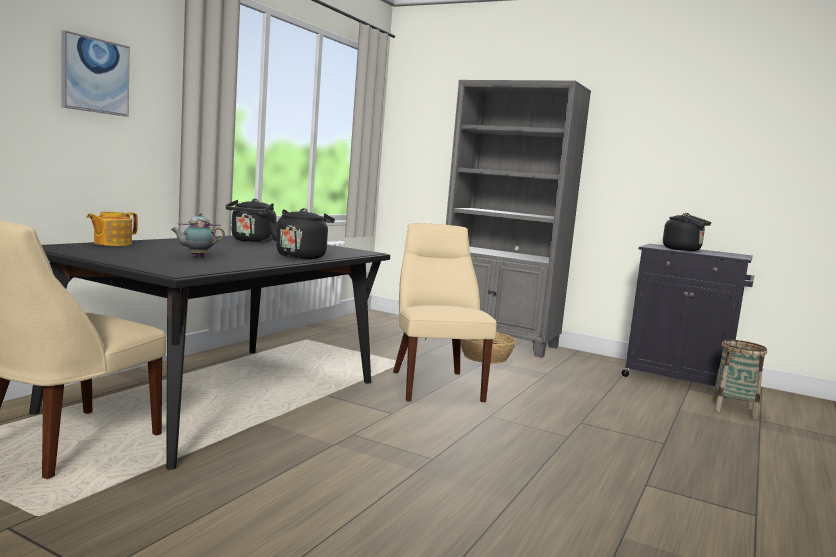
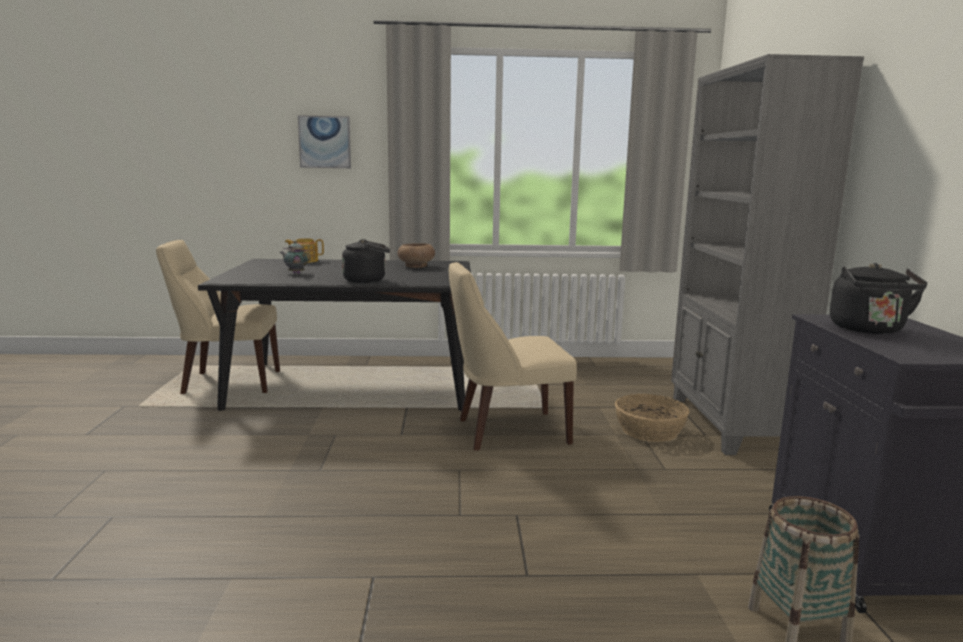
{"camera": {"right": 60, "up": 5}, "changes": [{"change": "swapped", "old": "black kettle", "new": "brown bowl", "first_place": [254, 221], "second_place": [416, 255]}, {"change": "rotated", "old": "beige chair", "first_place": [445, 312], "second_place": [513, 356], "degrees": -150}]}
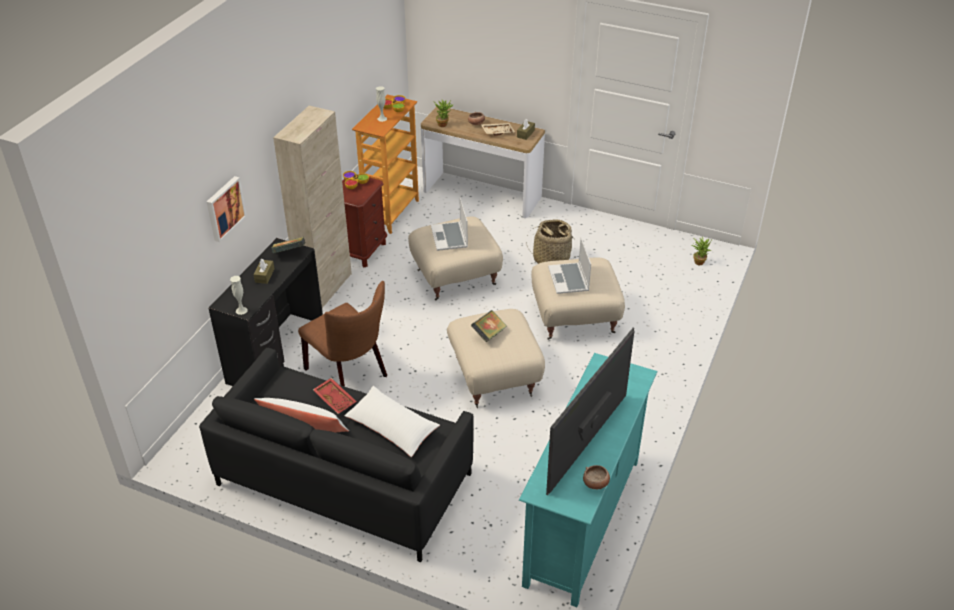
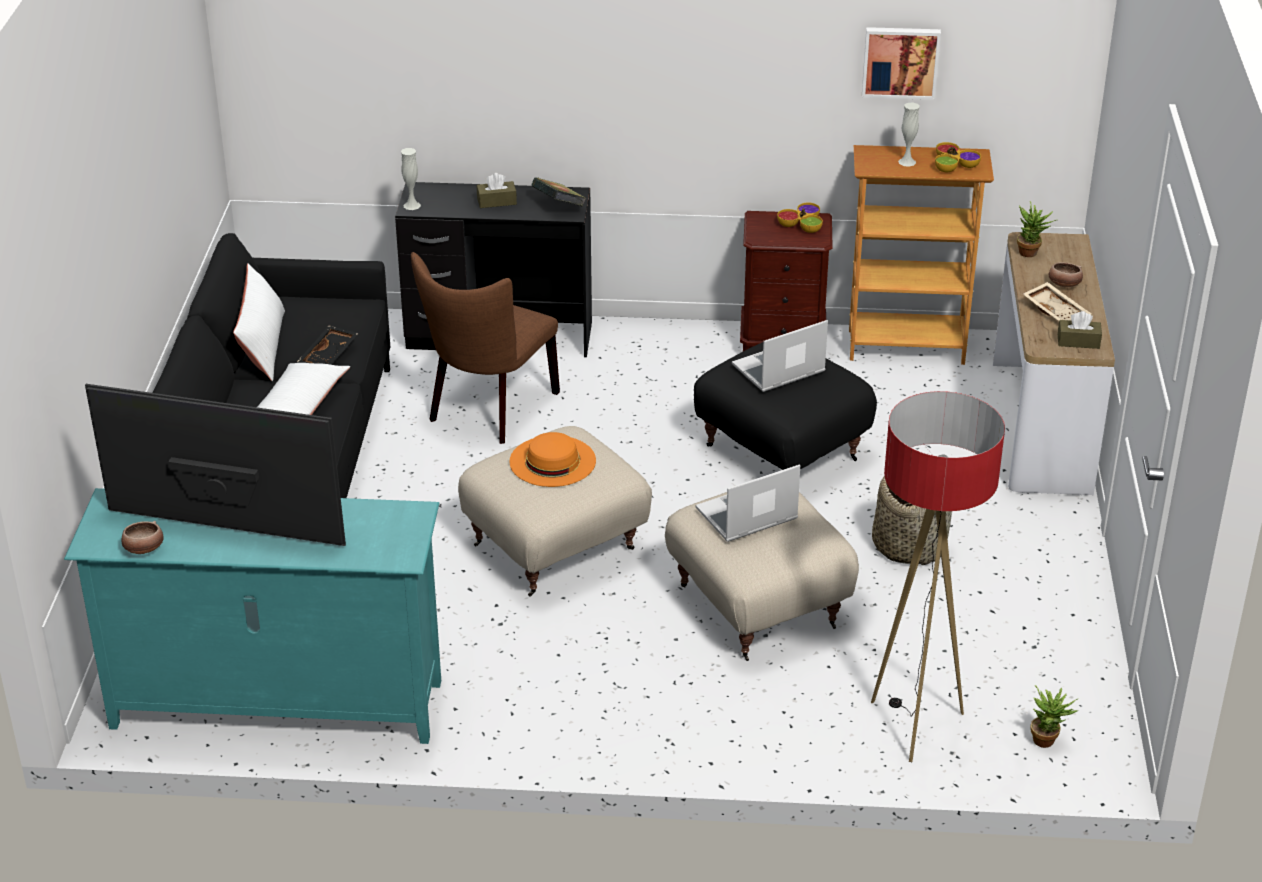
{"camera": {"right": 70, "up": -5}, "changes": [{"change": "shifted", "old": "picture", "first_place": [227, 209], "second_place": [901, 63]}, {"change": "gone", "old": "beige cabinet", "first_place": [312, 207]}, {"change": "repainted", "old": "red tray", "new": "black tray", "first_place": [335, 396], "second_place": [327, 345]}, {"change": "repainted", "old": "beige ottoman", "new": "black ottoman", "first_place": [455, 259], "second_place": [785, 406]}, {"change": "swapped", "old": "book", "new": "orange hat", "first_place": [489, 326], "second_place": [552, 459]}, {"change": "new", "new": "floor lamp", "second_place": [938, 576]}]}
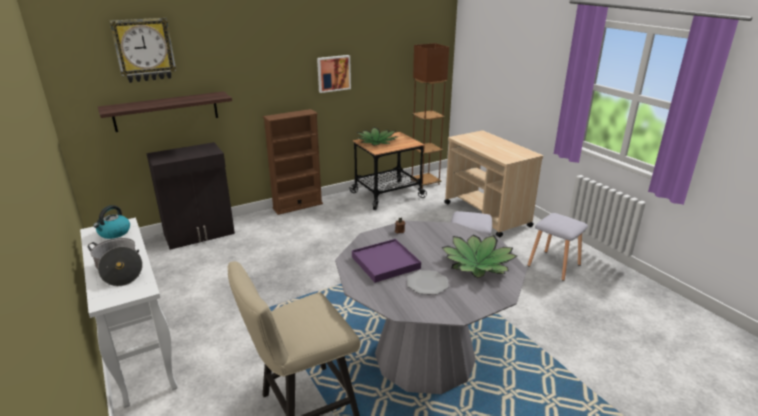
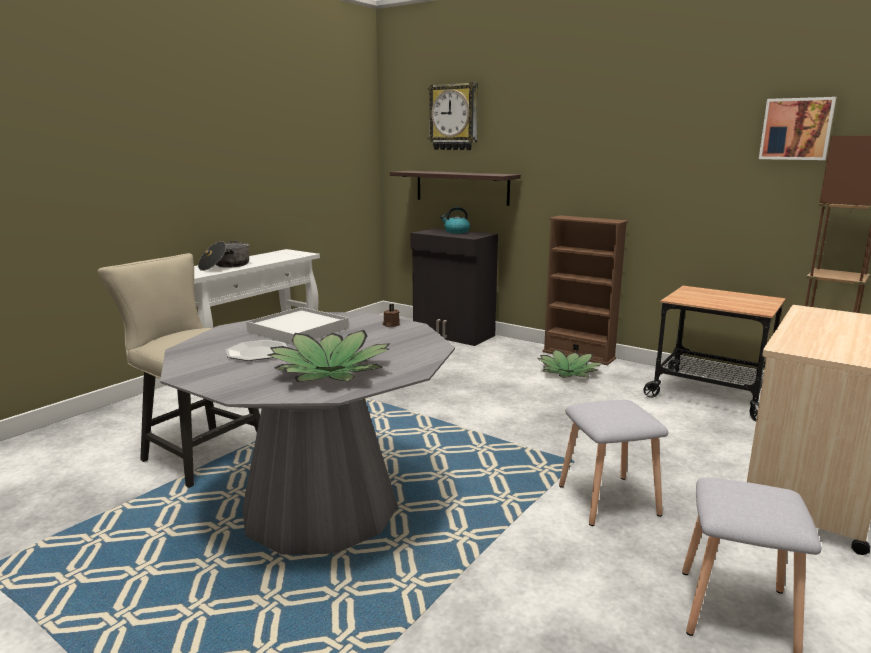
{"camera": {"right": 65, "up": -10}, "changes": [{"change": "shifted", "old": "kettle", "first_place": [111, 222], "second_place": [455, 220]}, {"change": "shifted", "old": "picture", "first_place": [334, 74], "second_place": [797, 128]}, {"change": "repainted", "old": "purple tray", "new": "white tray", "first_place": [386, 261], "second_place": [297, 326]}, {"change": "shifted", "old": "potted plant", "first_place": [377, 136], "second_place": [570, 363]}]}
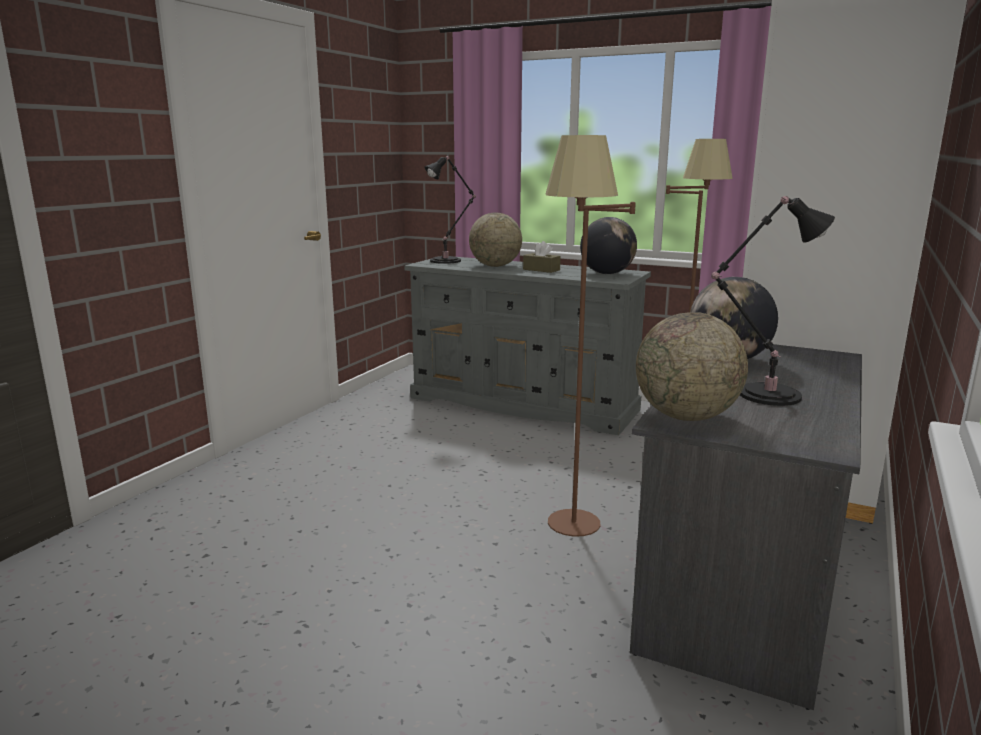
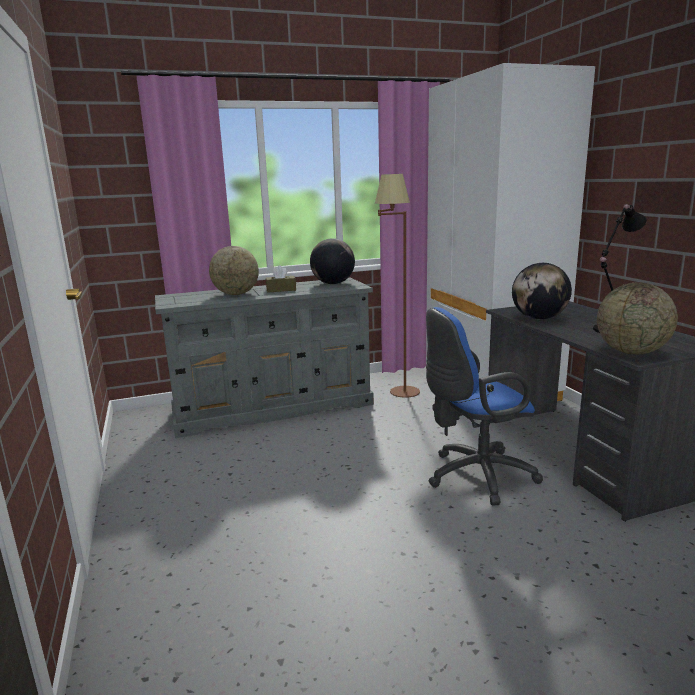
{"camera": {"right": -45, "up": 0}, "changes": [{"change": "gone", "old": "black table lamp", "first_place": [450, 210]}, {"change": "swapped", "old": "brown floor lamp", "new": "blue office chair", "first_place": [590, 336], "second_place": [484, 406]}]}
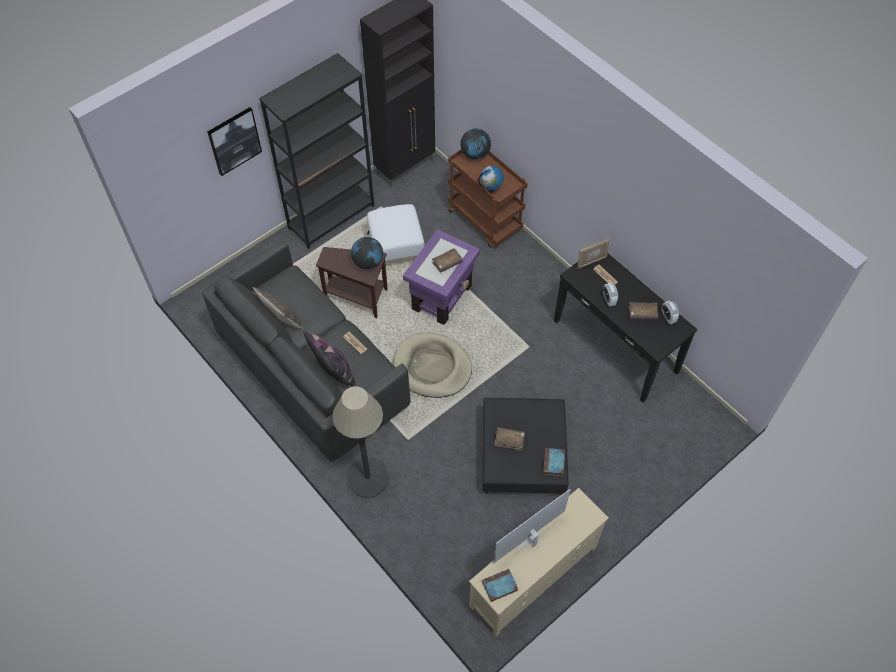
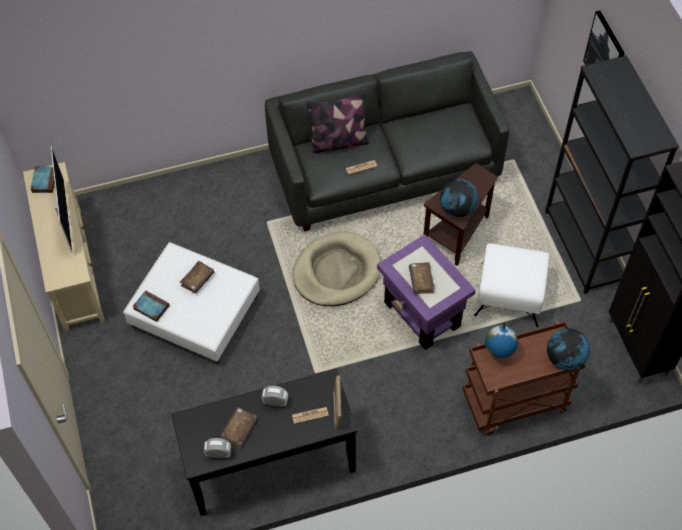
{"camera": {"right": 115, "up": 0}, "changes": [{"change": "gone", "old": "pillow", "first_place": [278, 308]}, {"change": "gone", "old": "floor lamp", "first_place": [361, 442]}, {"change": "repainted", "old": "black ottoman", "new": "white ottoman", "first_place": [526, 446], "second_place": [191, 303]}]}
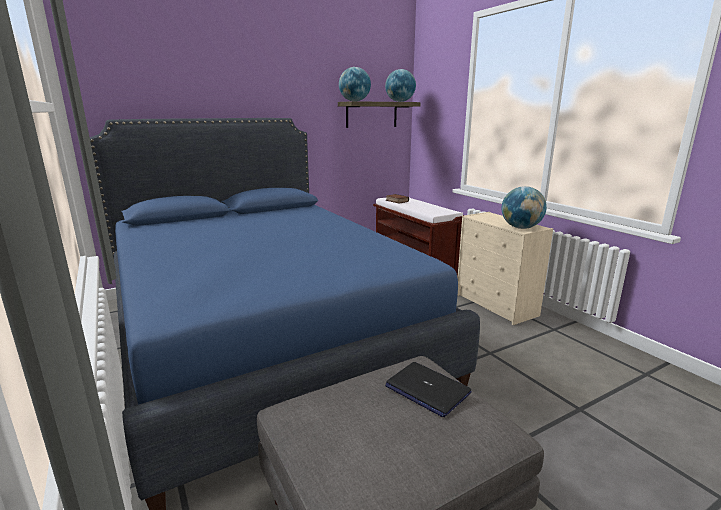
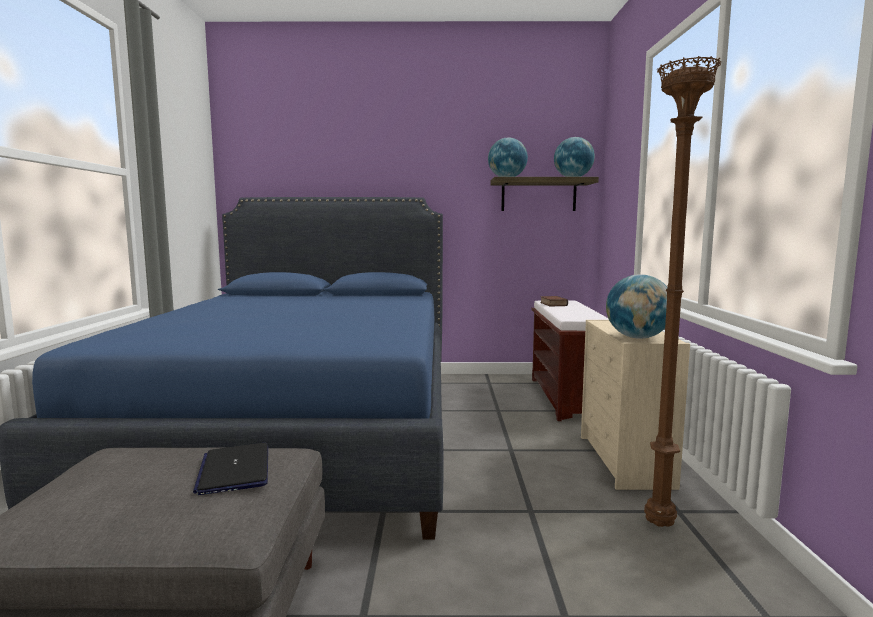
{"camera": {"right": 30, "up": -10}, "changes": [{"change": "new", "new": "brown floor lamp", "second_place": [682, 291]}]}
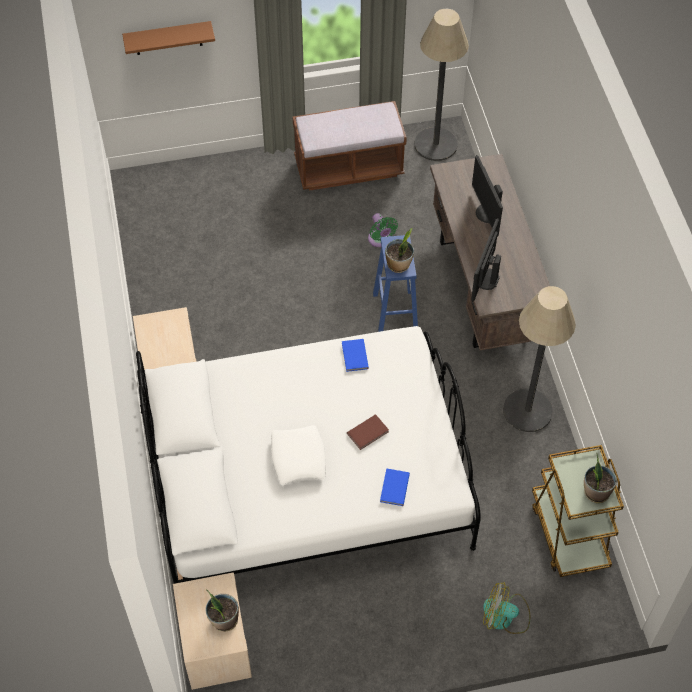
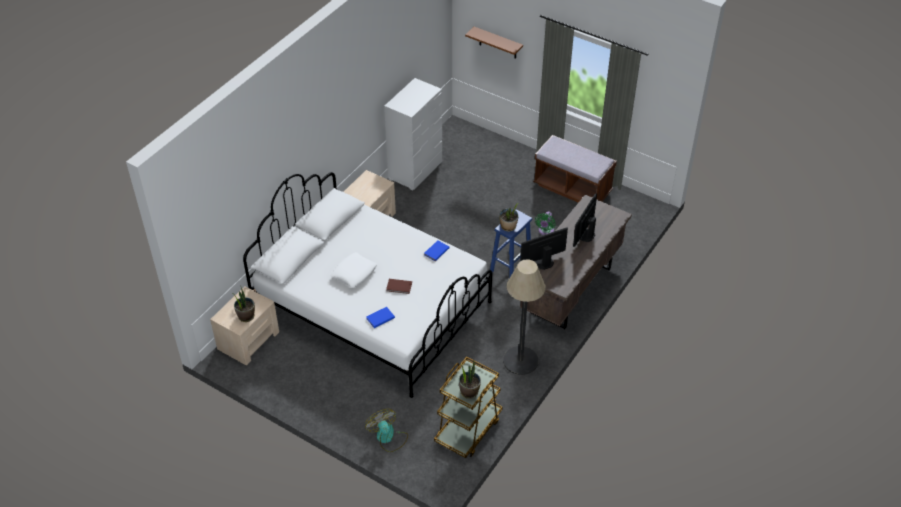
{"camera": {"right": 45, "up": -10}, "changes": [{"change": "gone", "old": "floor lamp", "first_place": [441, 85]}, {"change": "new", "new": "white dresser", "second_place": [413, 134]}]}
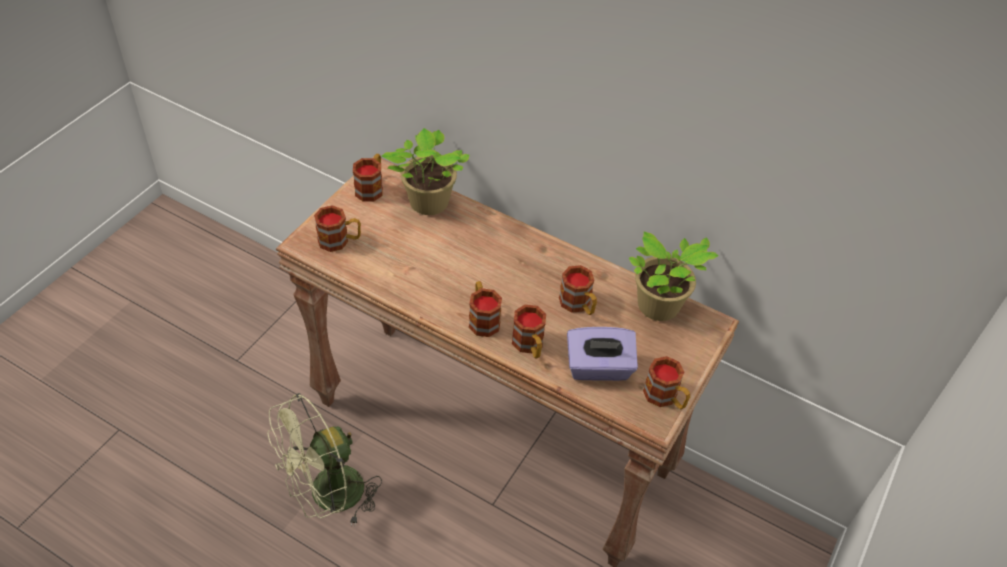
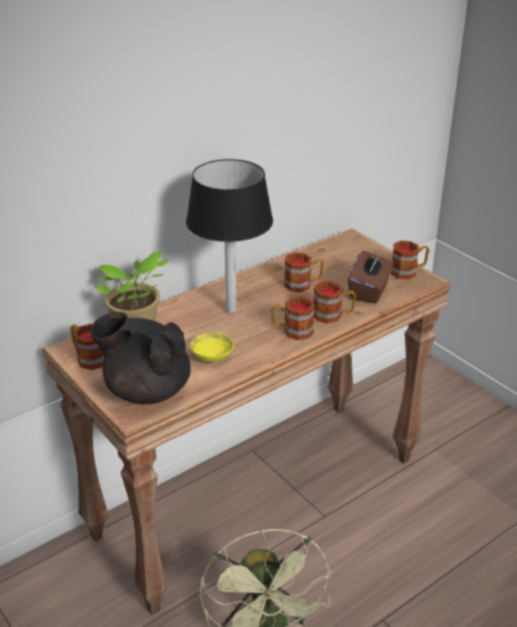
{"camera": {"right": -65, "up": -15}, "changes": [{"change": "swapped", "old": "mug", "new": "black teapot", "first_place": [337, 228], "second_place": [140, 358]}, {"change": "repainted", "old": "purple tissue box", "new": "brown tissue box", "first_place": [602, 354], "second_place": [371, 277]}, {"change": "gone", "old": "potted plant", "first_place": [673, 276]}, {"change": "new", "new": "black table lamp", "second_place": [229, 236]}, {"change": "new", "new": "yellow bowl", "second_place": [212, 347]}]}
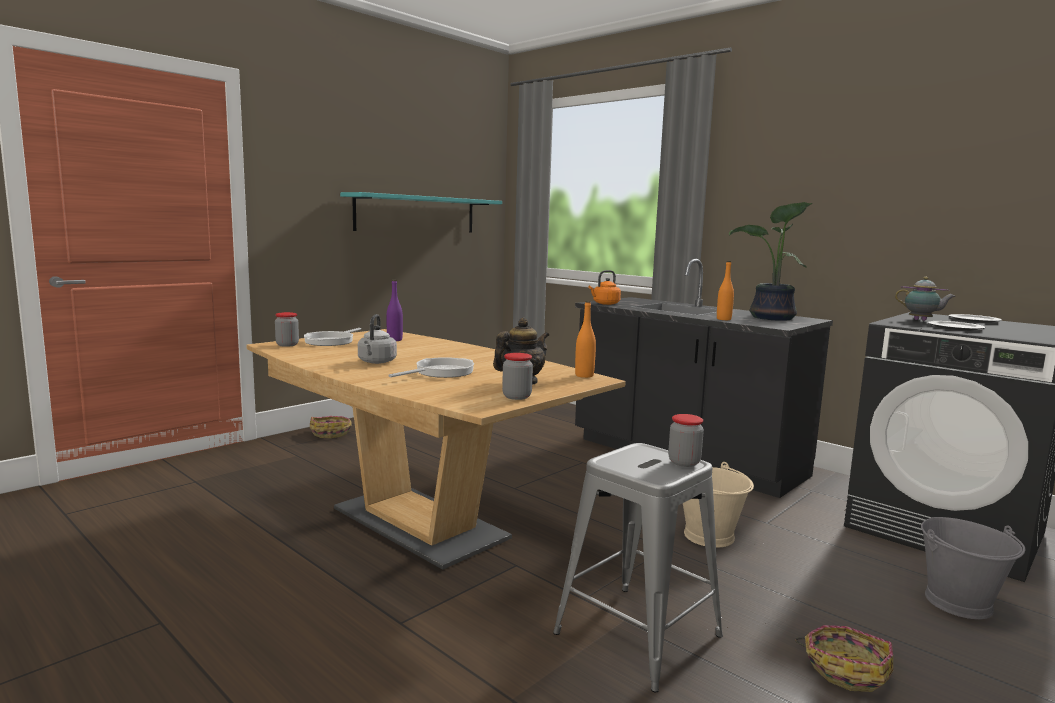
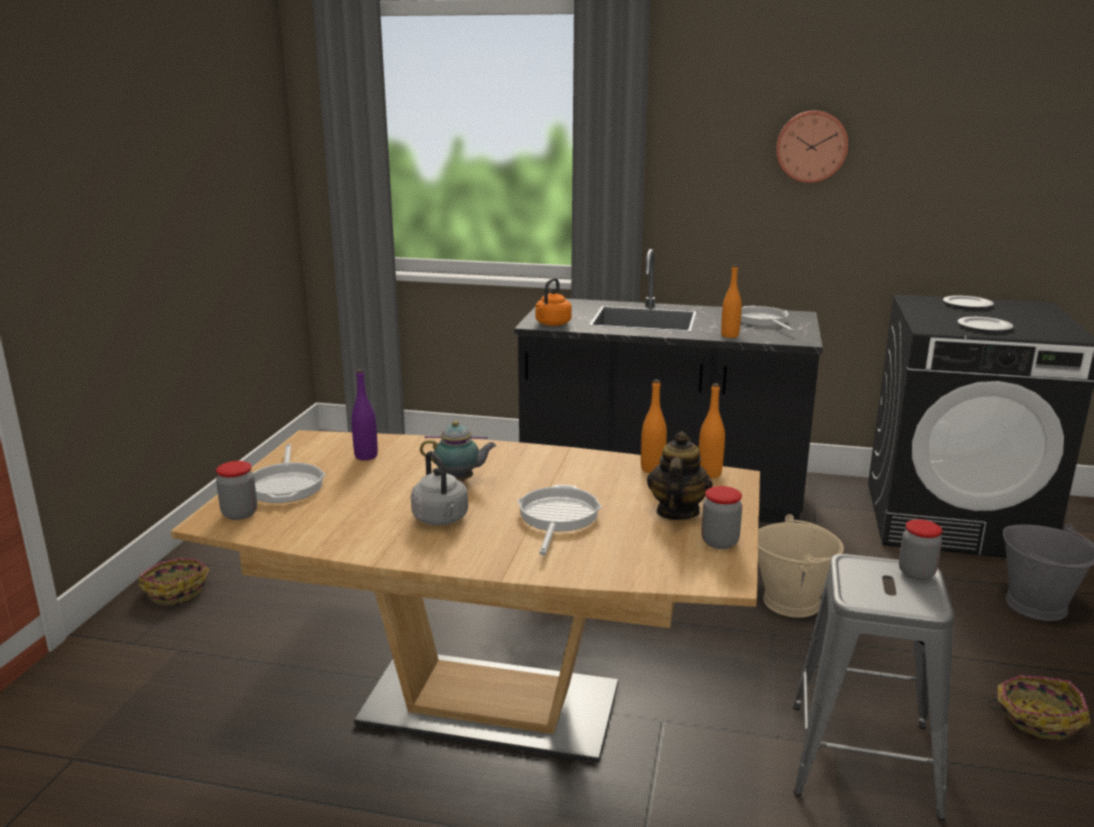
{"camera": {"right": -30, "up": 10}, "changes": [{"change": "gone", "old": "turquoise shelf", "first_place": [421, 212]}, {"change": "swapped", "old": "potted plant", "new": "frying pan", "first_place": [770, 261], "second_place": [768, 319]}, {"change": "shifted", "old": "teapot", "first_place": [925, 299], "second_place": [458, 451]}, {"change": "new", "new": "orange bottle", "second_place": [654, 426]}, {"change": "new", "new": "wall clock", "second_place": [812, 147]}]}
